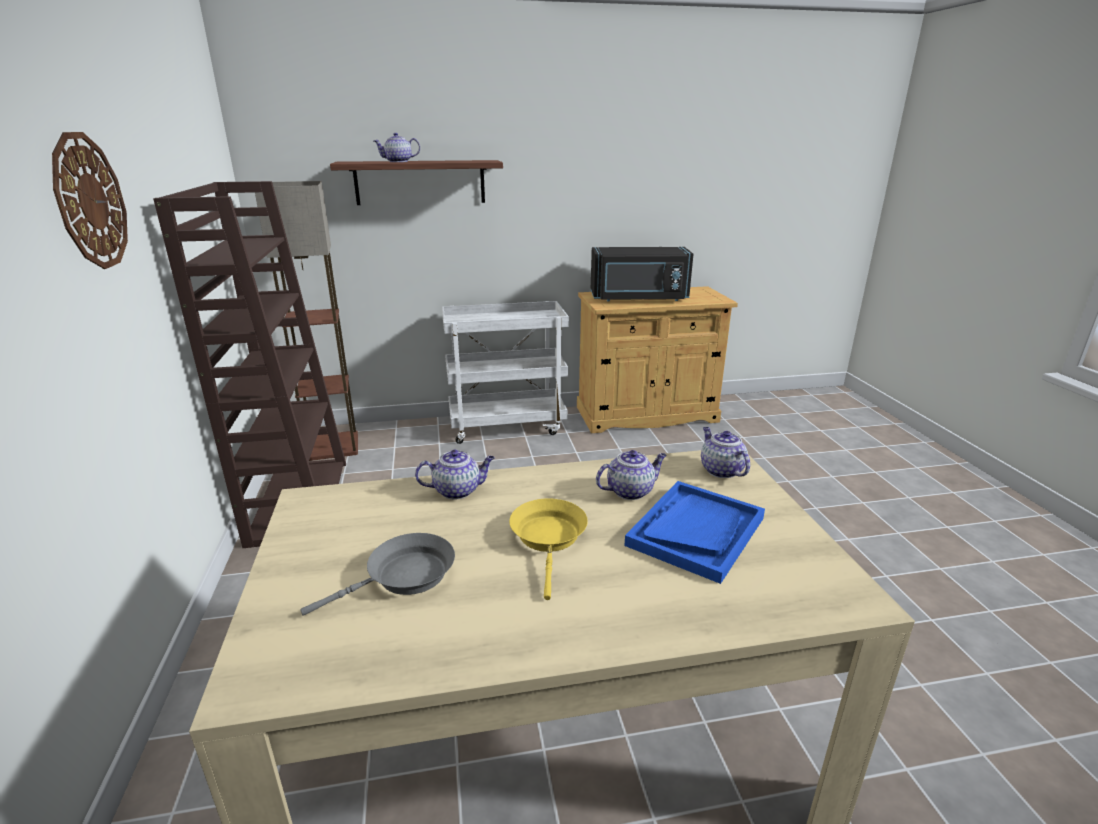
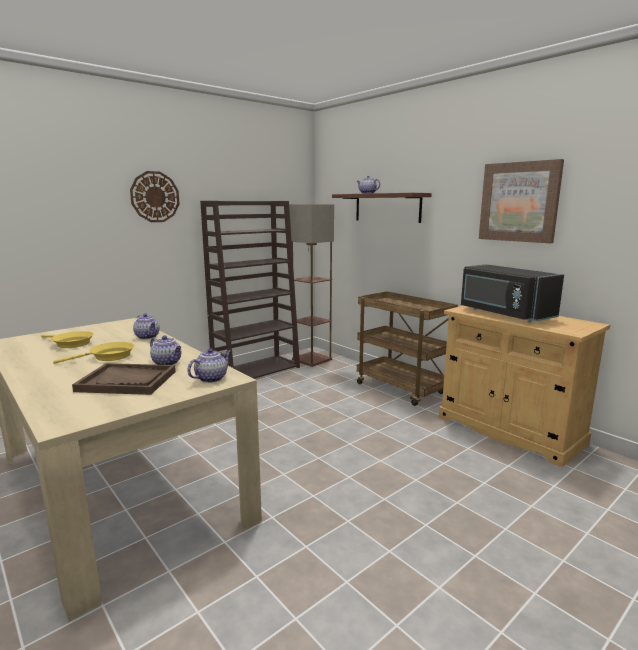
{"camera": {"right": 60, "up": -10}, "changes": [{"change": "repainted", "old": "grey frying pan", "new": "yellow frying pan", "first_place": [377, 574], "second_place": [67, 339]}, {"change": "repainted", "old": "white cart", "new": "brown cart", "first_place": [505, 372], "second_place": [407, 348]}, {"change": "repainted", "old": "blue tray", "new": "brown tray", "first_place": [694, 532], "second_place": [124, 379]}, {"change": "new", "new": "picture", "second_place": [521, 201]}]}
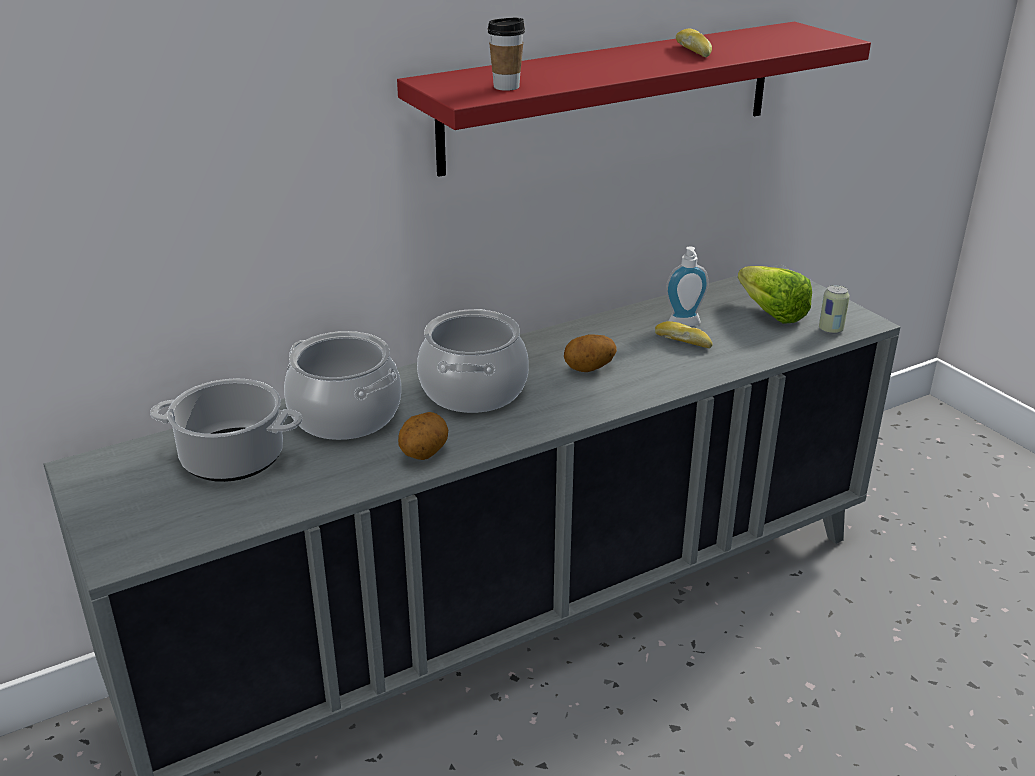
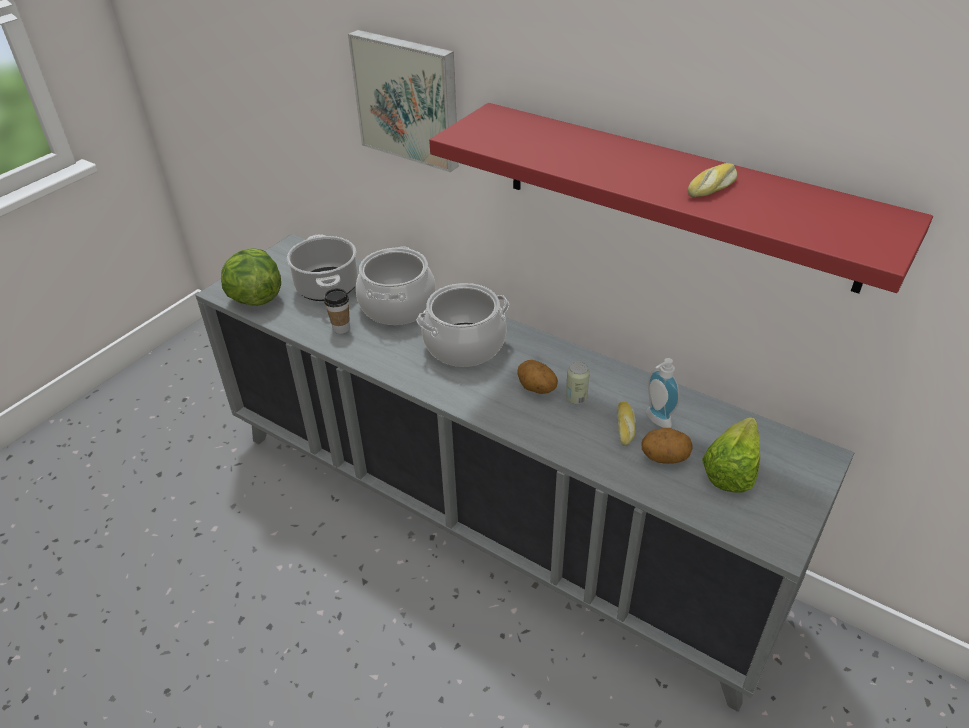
{"camera": {"right": 65, "up": 10}, "changes": [{"change": "shifted", "old": "potato", "first_place": [423, 436], "second_place": [666, 446]}, {"change": "shifted", "old": "cup", "first_place": [506, 54], "second_place": [337, 311]}, {"change": "shifted", "old": "can", "first_place": [834, 309], "second_place": [578, 383]}, {"change": "new", "new": "lettuce", "second_place": [251, 277]}, {"change": "new", "new": "picture", "second_place": [403, 101]}]}
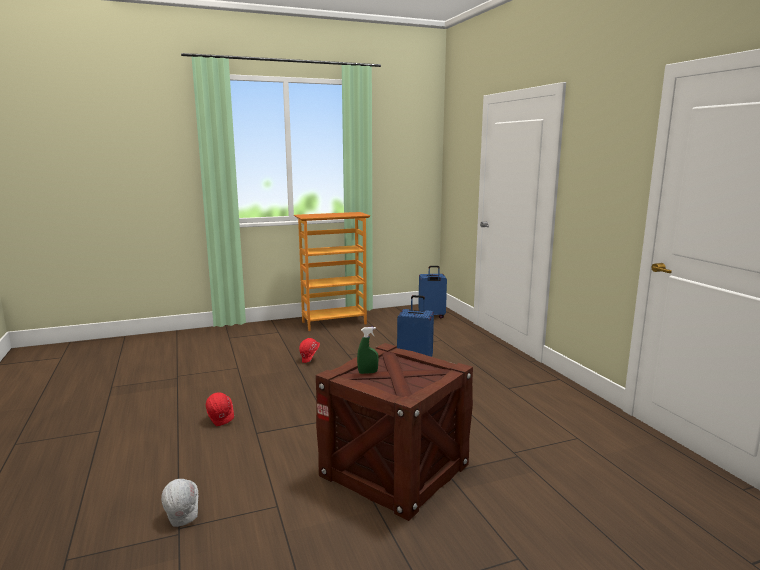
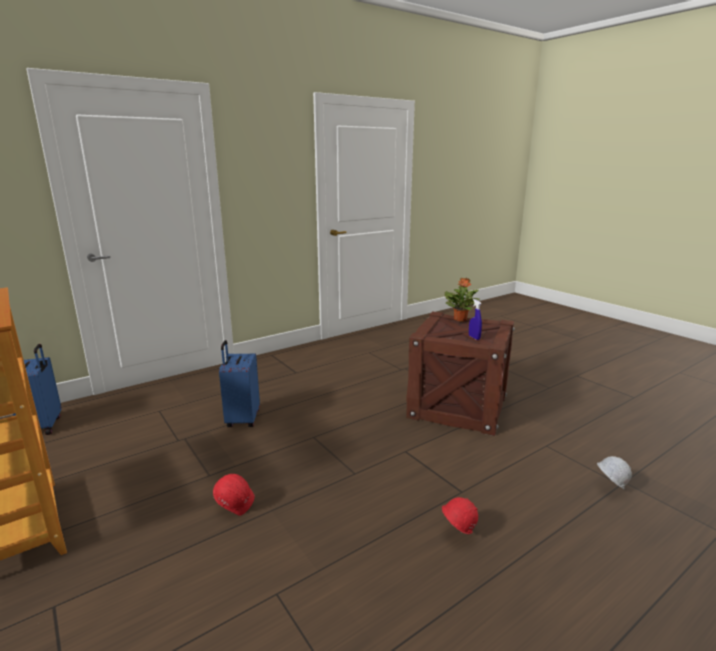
{"camera": {"right": -105, "up": 5}, "changes": [{"change": "repainted", "old": "green spray bottle", "new": "blue spray bottle", "first_place": [368, 350], "second_place": [475, 319]}, {"change": "new", "new": "potted plant", "second_place": [462, 300]}]}
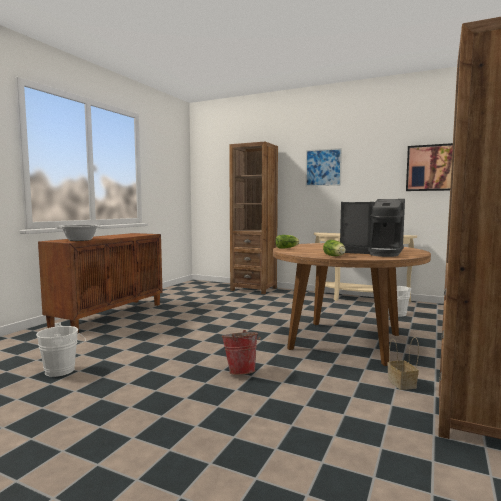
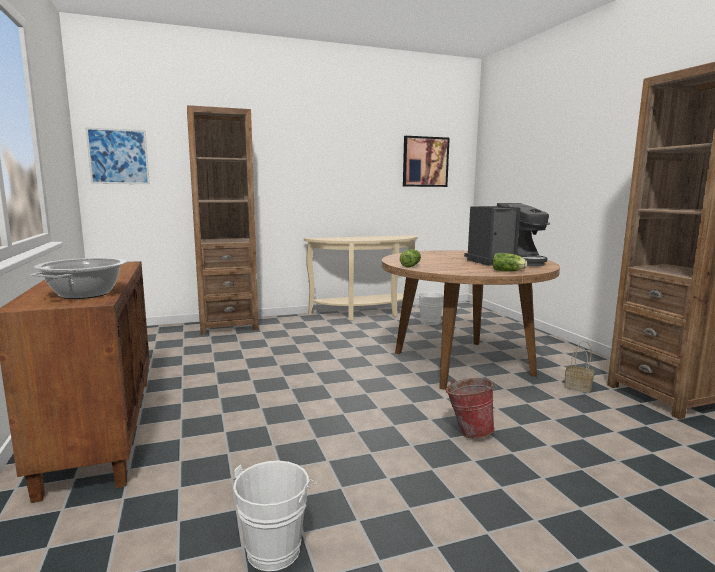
{"camera": {"right": -45, "up": 5}, "changes": [{"change": "shifted", "old": "picture", "first_place": [323, 167], "second_place": [117, 155]}]}
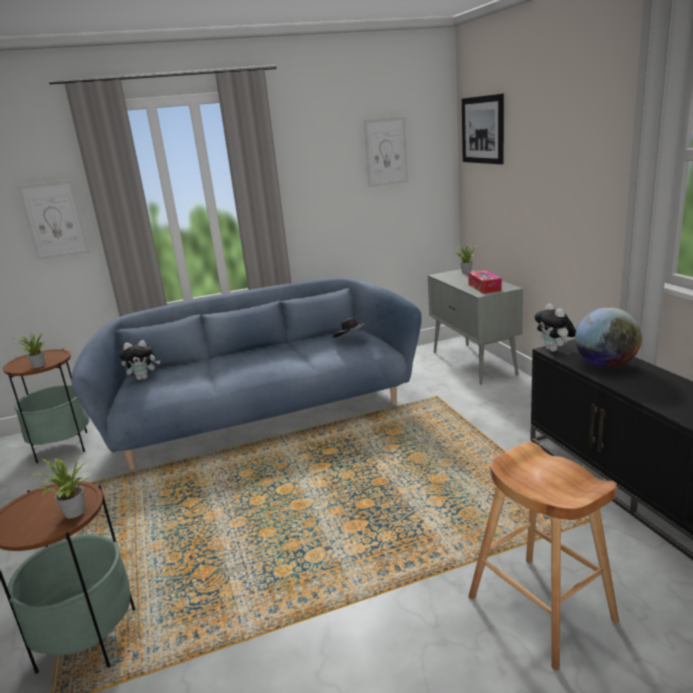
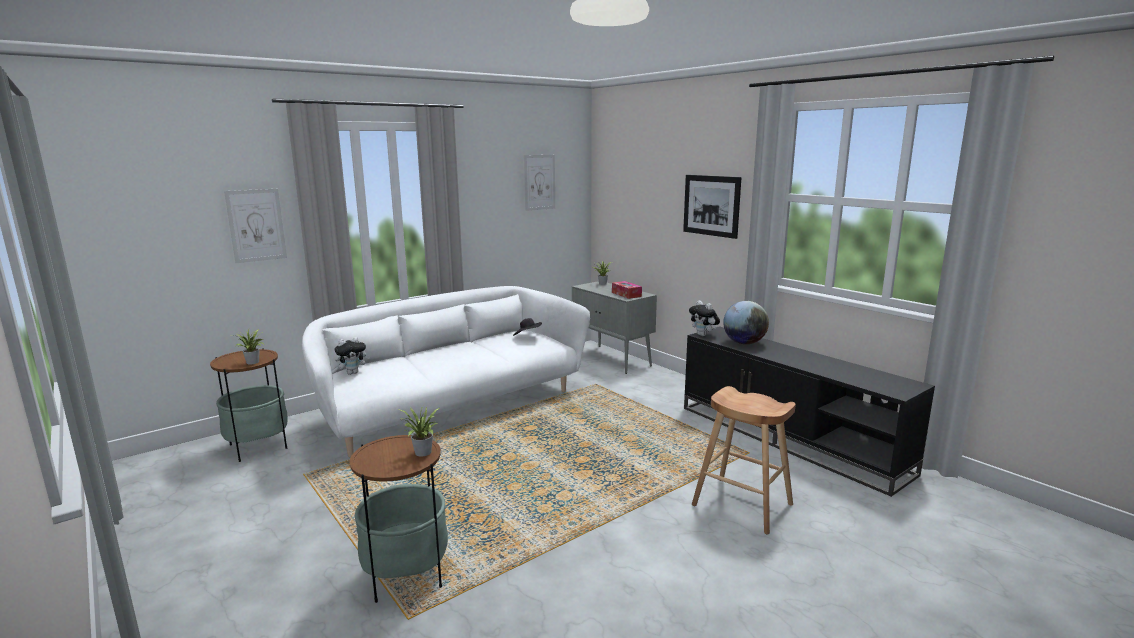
{"camera": {"right": -20, "up": -5}, "changes": [{"change": "repainted", "old": "blue sofa", "new": "white sofa", "first_place": [246, 374], "second_place": [446, 371]}, {"change": "shifted", "old": "picture", "first_place": [483, 128], "second_place": [712, 207]}]}
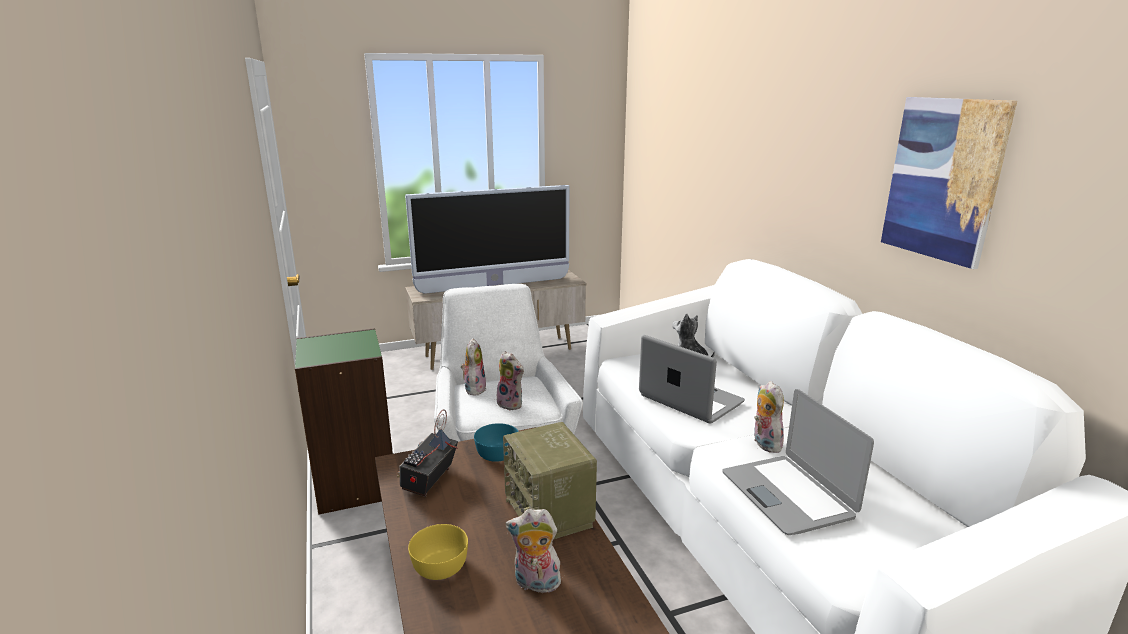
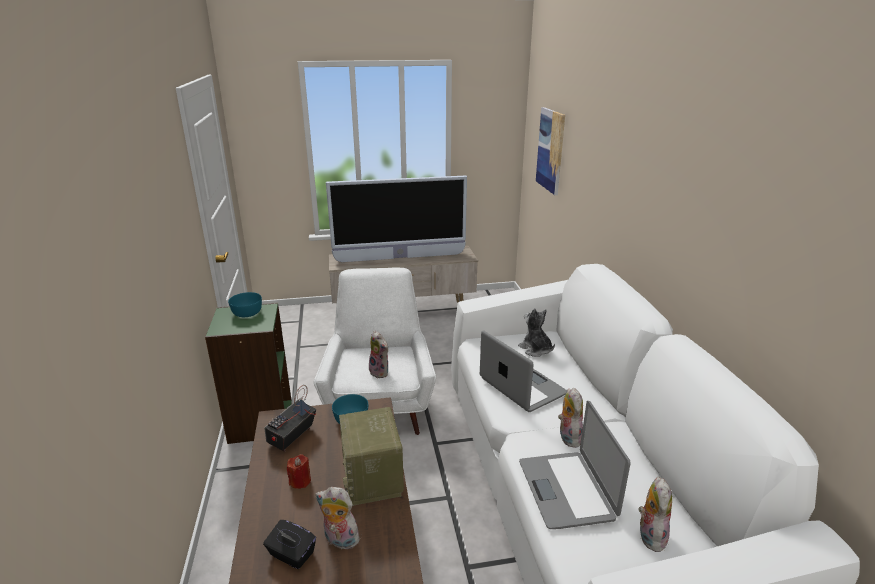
{"camera": {"right": 10, "up": 5}, "changes": [{"change": "gone", "old": "yellow bowl", "first_place": [438, 552]}, {"change": "shifted", "old": "plush toy", "first_place": [473, 367], "second_place": [655, 515]}, {"change": "shifted", "old": "picture", "first_place": [949, 183], "second_place": [550, 151]}, {"change": "new", "new": "turquoise bowl", "second_place": [245, 304]}, {"change": "new", "new": "black tissue box", "second_place": [289, 544]}, {"change": "new", "new": "red candle", "second_place": [299, 471]}]}
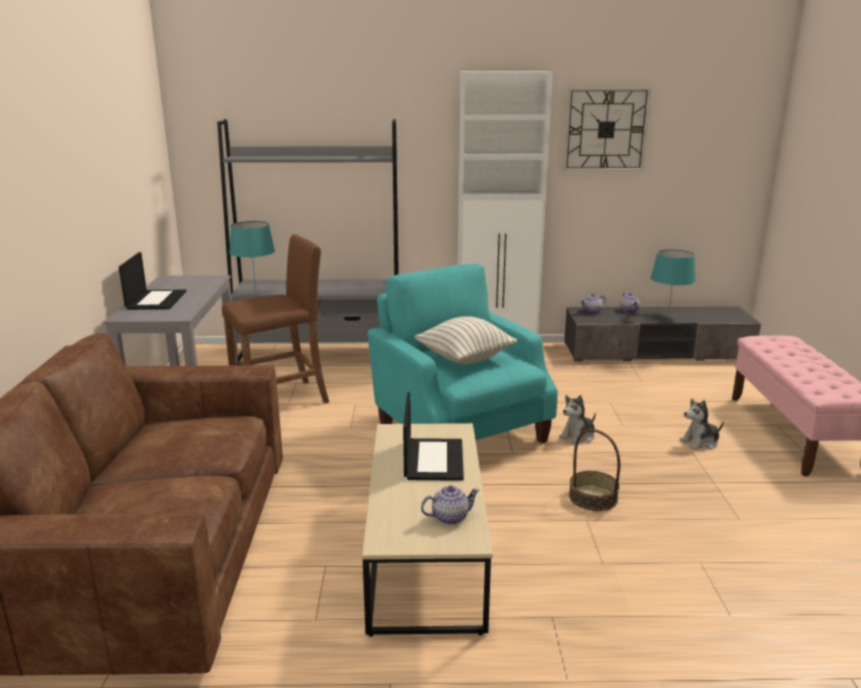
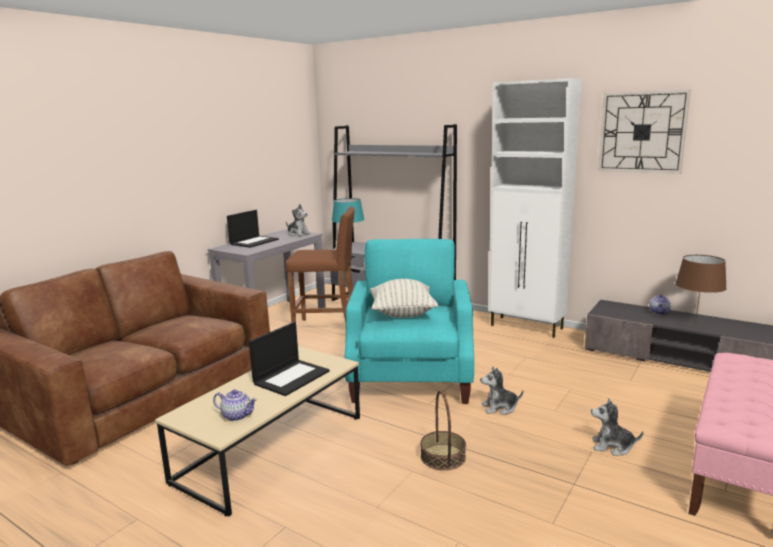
{"camera": {"right": 35, "up": -5}, "changes": [{"change": "gone", "old": "teapot", "first_place": [593, 304]}, {"change": "repainted", "old": "turquoise table lamp", "new": "brown table lamp", "first_place": [673, 283], "second_place": [701, 289]}, {"change": "new", "new": "plush toy", "second_place": [298, 220]}]}
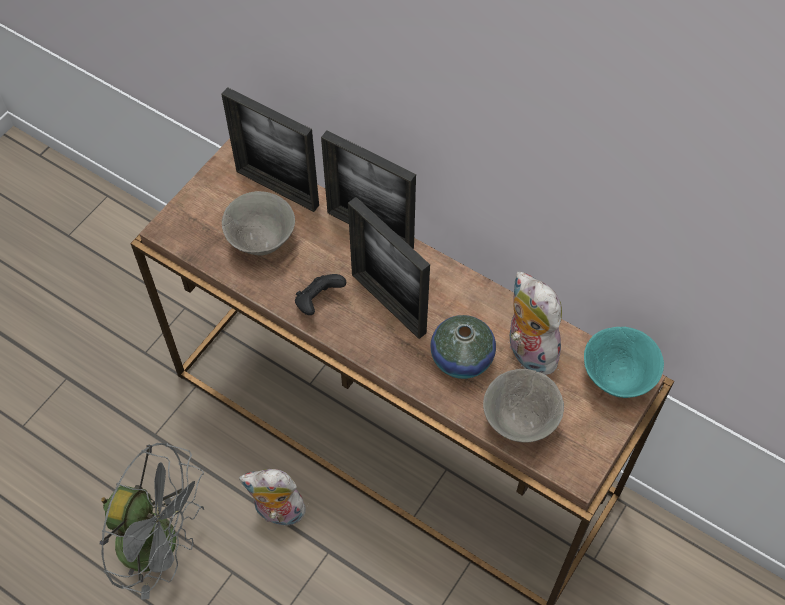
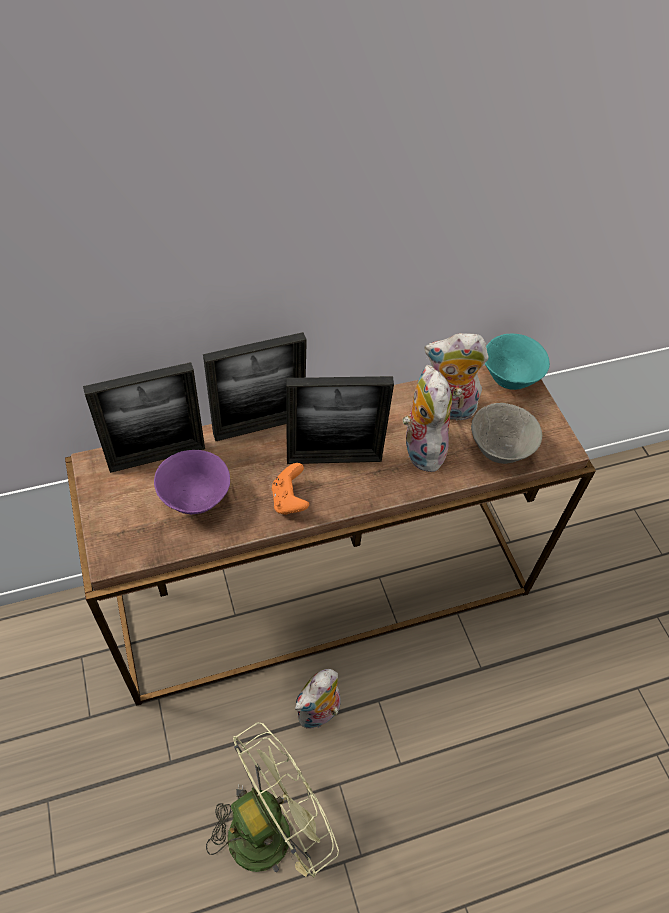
{"camera": {"right": -55, "up": -5}, "changes": [{"change": "repainted", "old": "grey fan", "new": "green fan", "first_place": [152, 521], "second_place": [272, 799]}, {"change": "repainted", "old": "grey bowl", "new": "purple bowl", "first_place": [258, 223], "second_place": [192, 482]}, {"change": "repainted", "old": "black game controller", "new": "orange game controller", "first_place": [320, 294], "second_place": [290, 489]}, {"change": "swapped", "old": "vase", "new": "plush toy", "first_place": [463, 347], "second_place": [427, 419]}]}
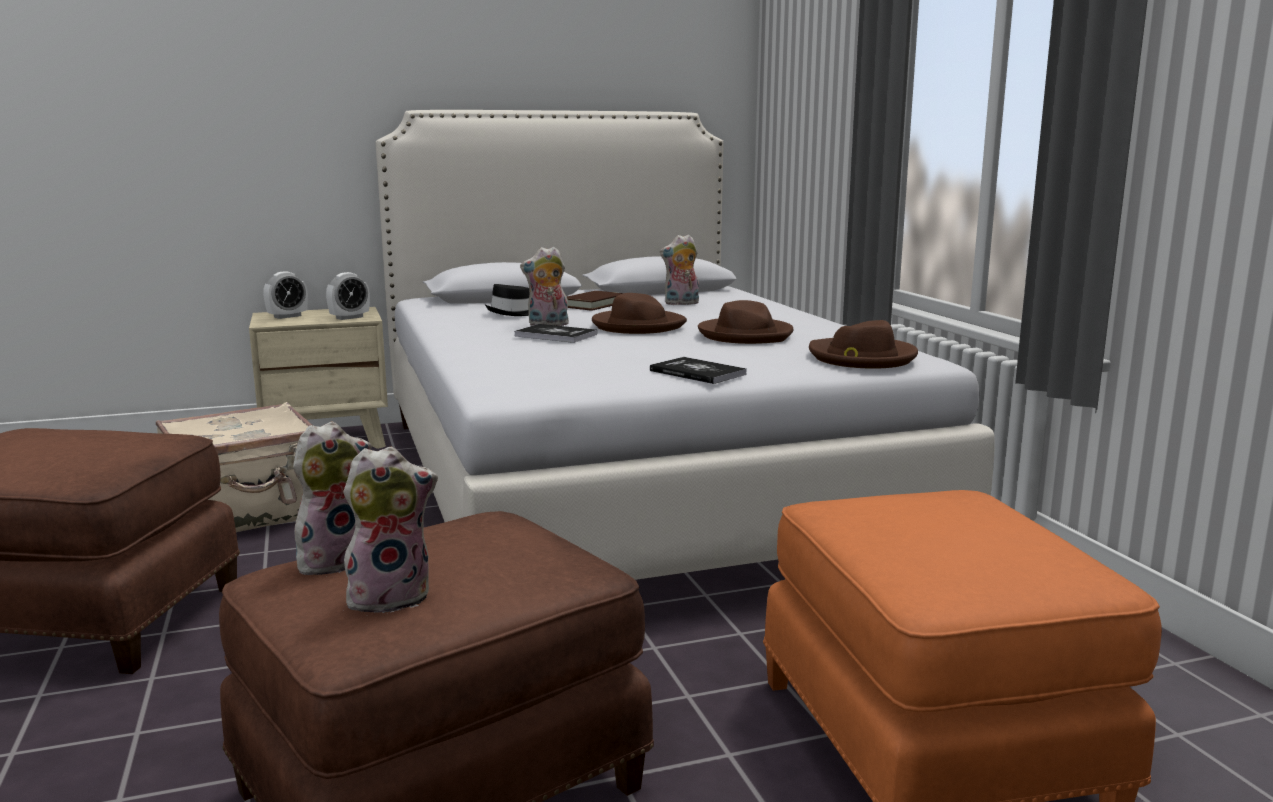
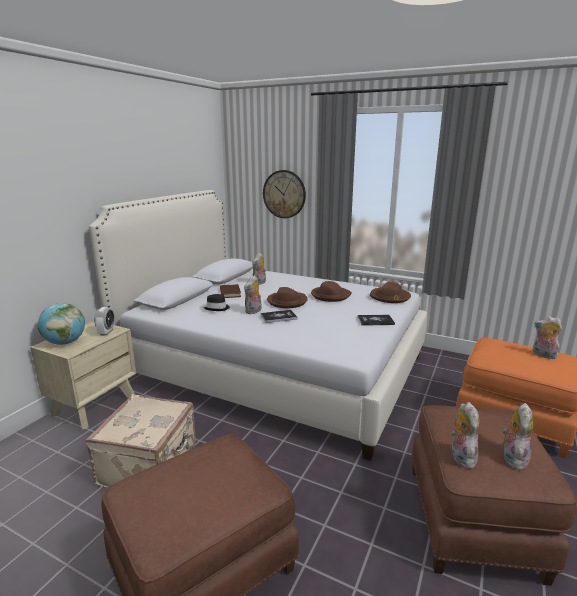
{"camera": {"right": -45, "up": 5}, "changes": [{"change": "swapped", "old": "alarm clock", "new": "globe", "first_place": [285, 295], "second_place": [61, 324]}, {"change": "new", "new": "wall clock", "second_place": [284, 194]}, {"change": "new", "new": "plush toy", "second_place": [547, 337]}]}
